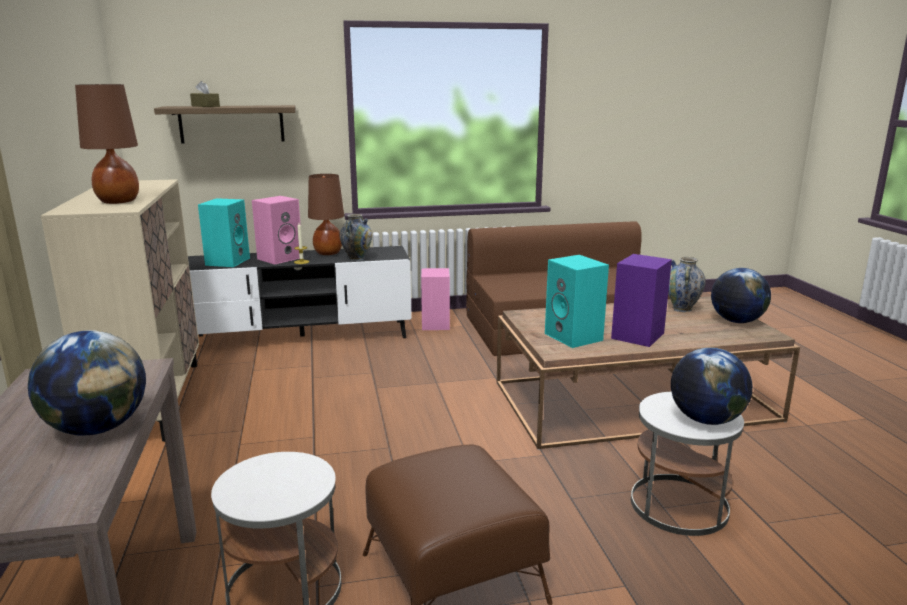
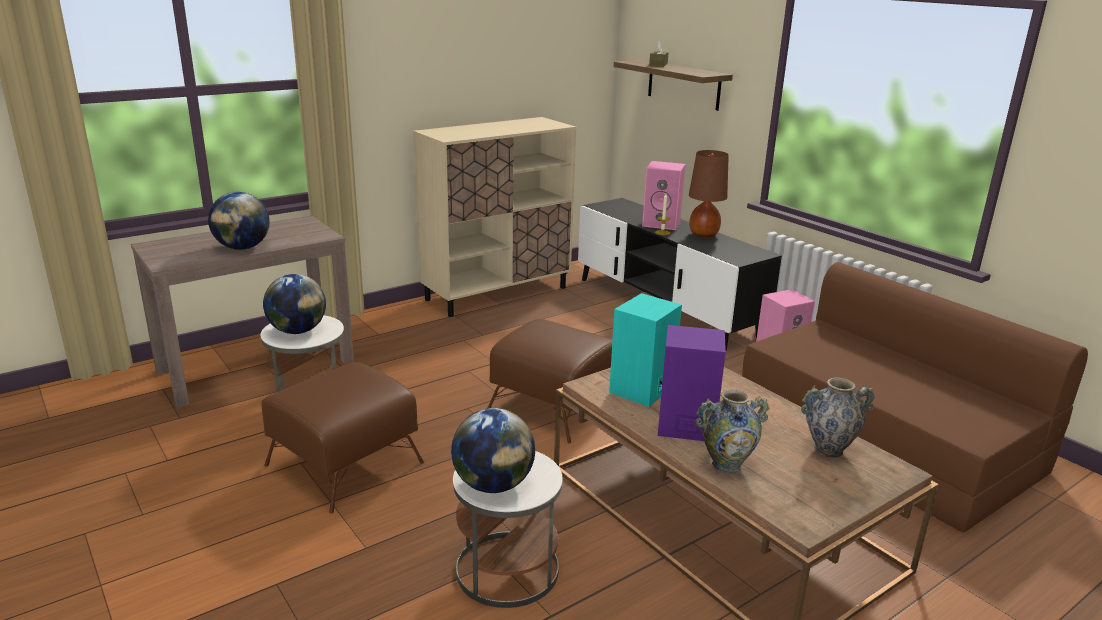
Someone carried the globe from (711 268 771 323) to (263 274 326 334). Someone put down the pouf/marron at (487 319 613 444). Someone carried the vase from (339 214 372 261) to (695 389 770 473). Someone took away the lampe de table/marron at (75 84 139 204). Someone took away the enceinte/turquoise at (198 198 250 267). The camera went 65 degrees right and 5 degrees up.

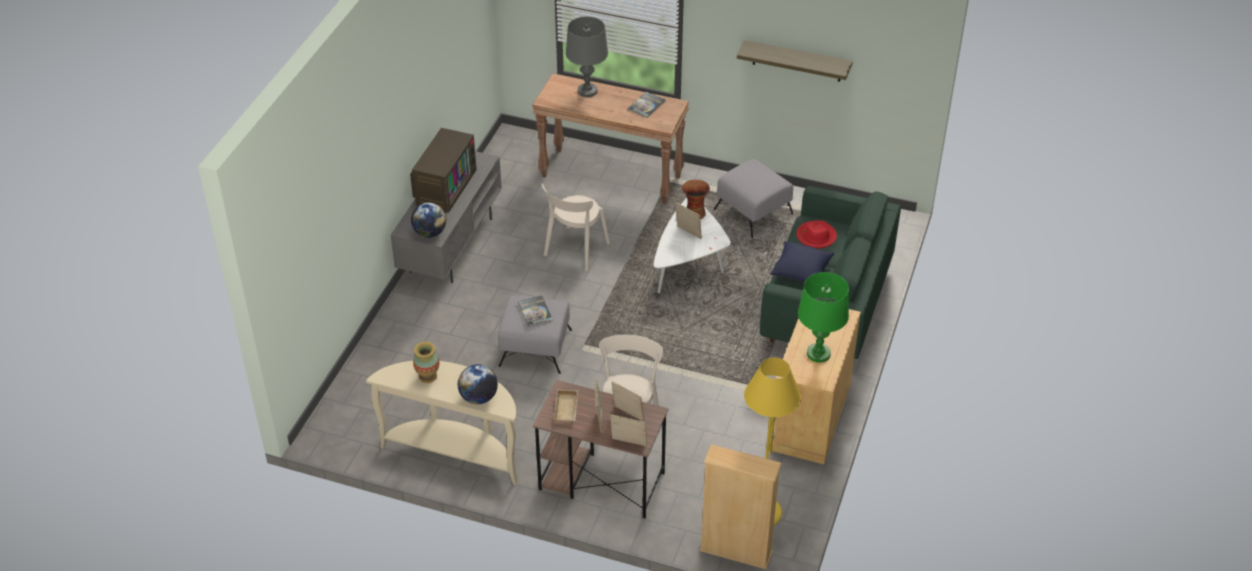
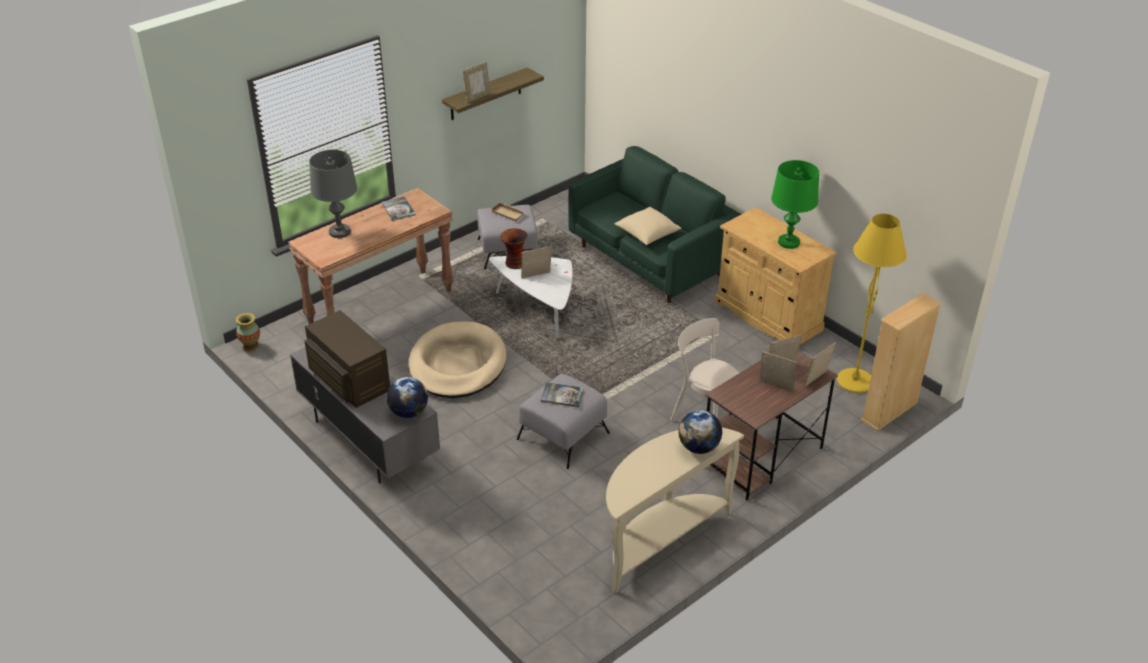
Someone carried the vase from (413 342 439 383) to (236 313 260 351). Someone swapped the chaise/beige at (541 184 610 271) for the panier pour chien/beige at (409 321 507 398). Someone put down the cadre photo at (462 62 490 103). Someone carried the plateau/beige from (554 389 578 422) to (490 202 525 222). Someone repainted the coussin/bleu at (769 241 834 283), which became the coussin/beige at (614 207 682 245). Someone took away the chapeau/rouge at (796 221 837 249). The camera went 60 degrees left and 5 degrees down.

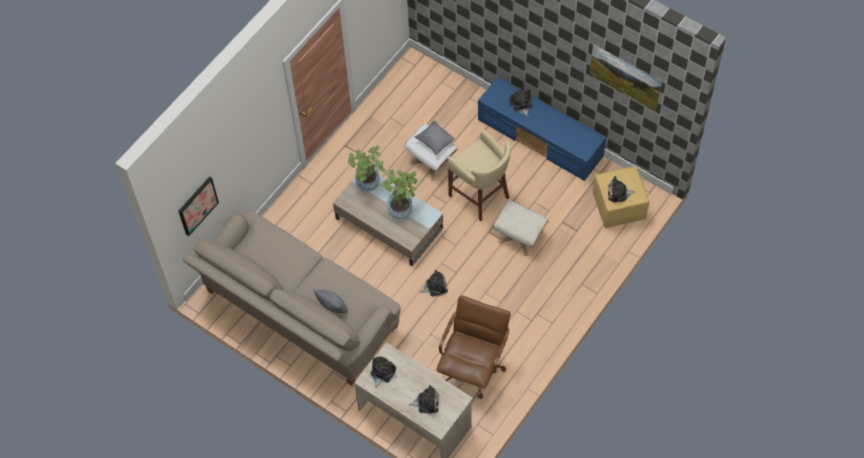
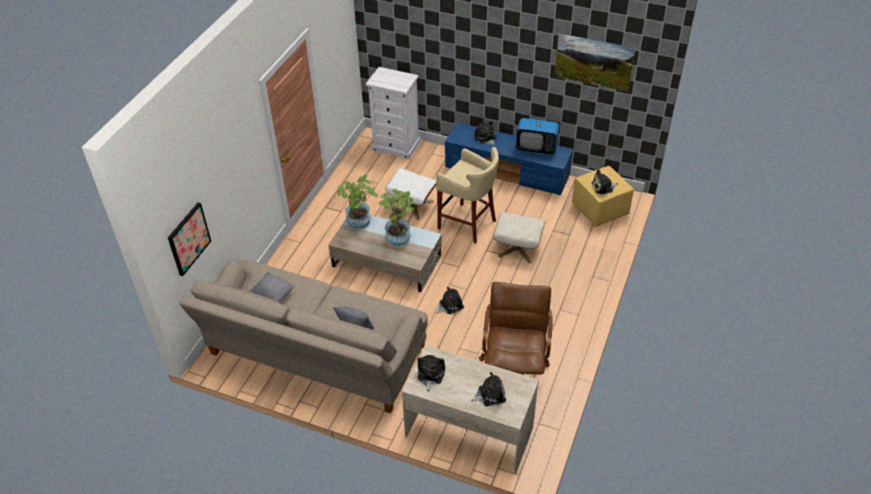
Someone carried the coussin/gris from (415 121 455 155) to (248 272 295 303). Someone put down the commode/blanc at (366 67 420 160). Someone put down the téléviseur at (516 109 560 155). The camera went 15 degrees left and 15 degrees down.

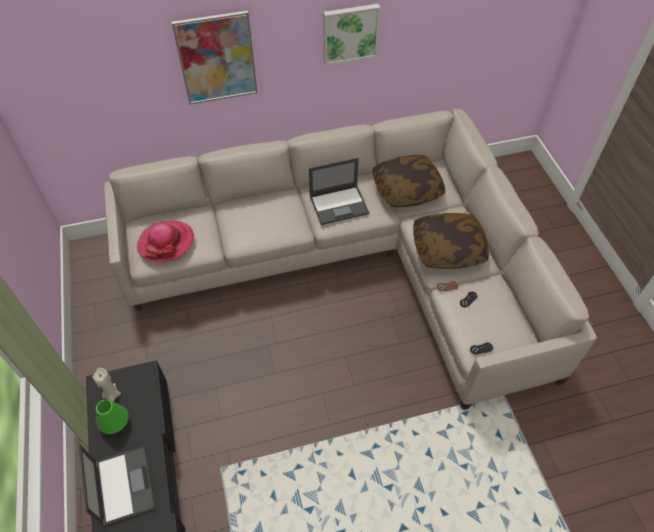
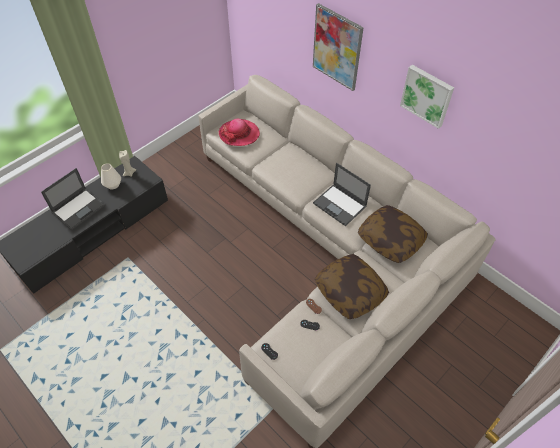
Someone repainted the vase/vert at (96 399 129 434), which became the vase/blanc at (101 163 121 189). The camera went 60 degrees right and 0 degrees up.

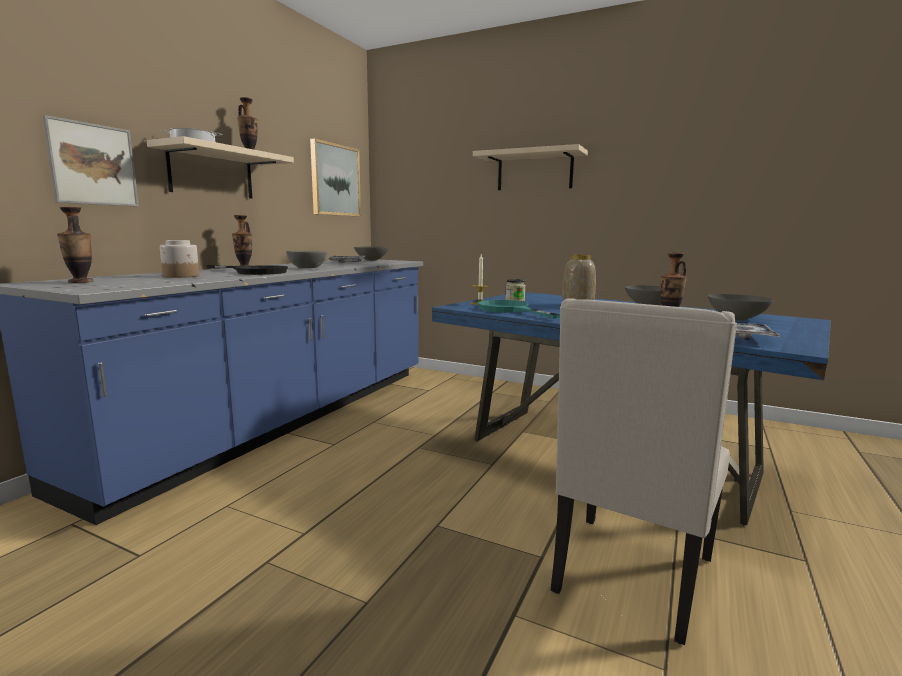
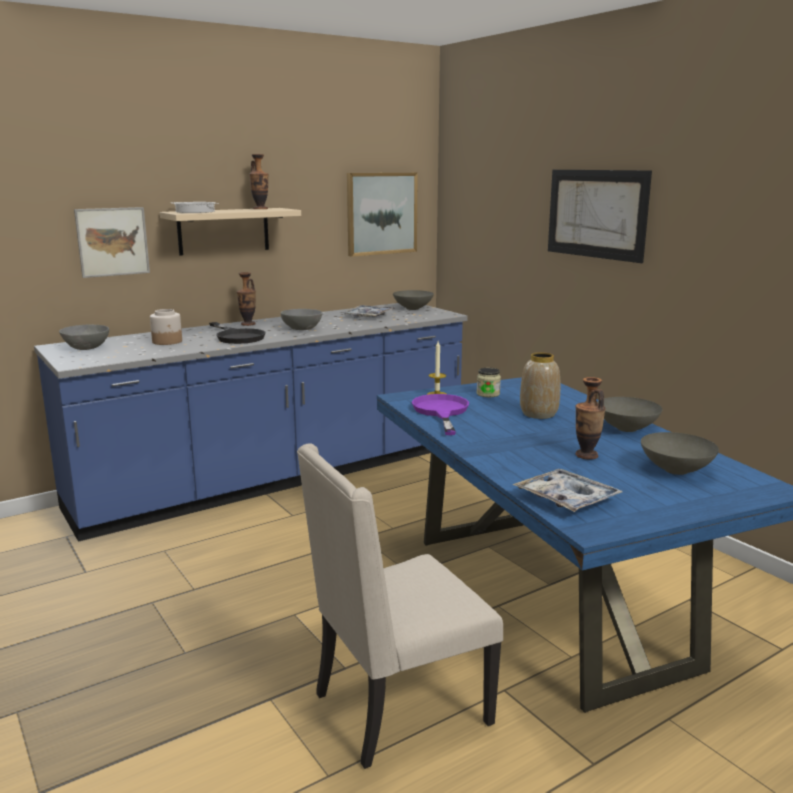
Someone swapped the vase at (57 207 93 283) for the bol/gris at (59 324 109 350). Someone repainted the poêle/turquoise at (478 300 560 319), which became the poêle/violet at (412 394 469 435). Someone swapped the étagère/beige at (473 144 588 190) for the tableau at (548 170 652 263). The camera went 30 degrees right and 5 degrees up.

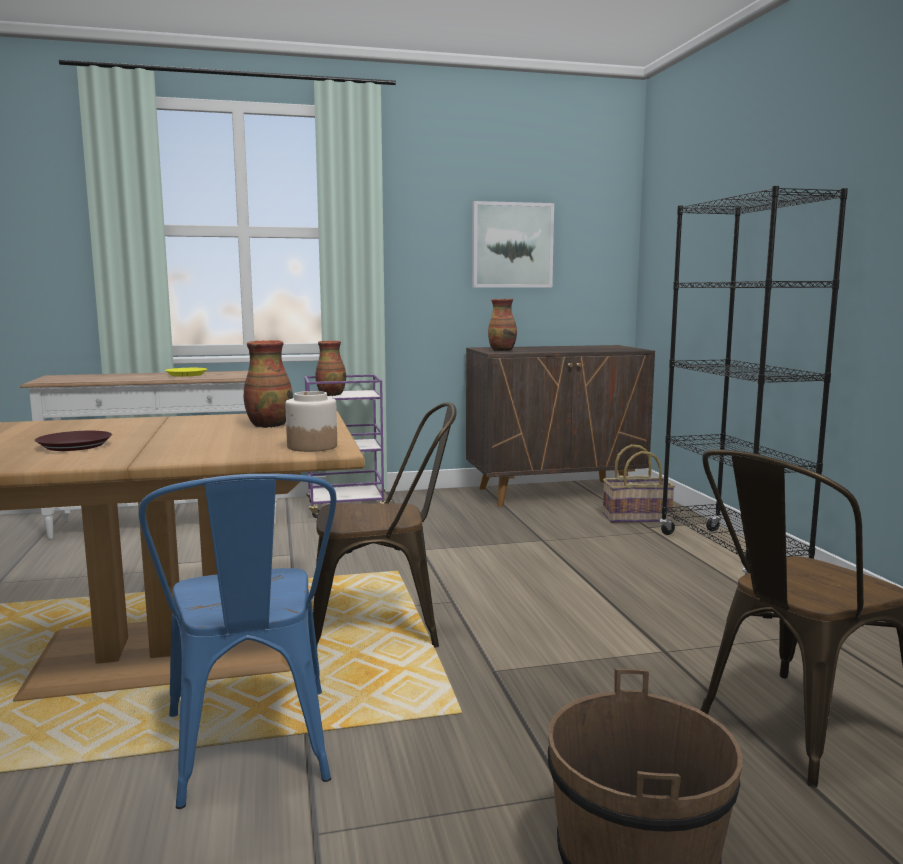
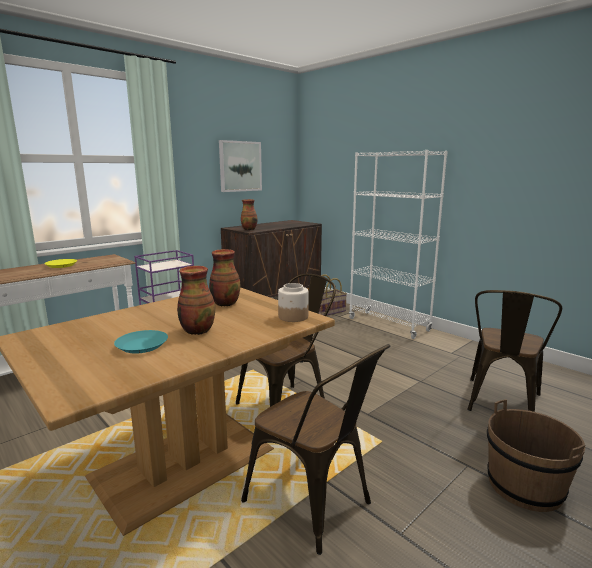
Someone repainted the assiette/marron at (35 431 112 451), which became the assiette/turquoise at (114 330 168 354). Someone carried the vase from (315 341 346 396) to (177 266 215 335). Someone repainted the chaise/bleu at (138 474 337 809), which became the chaise/marron at (241 344 390 555). Someone repainted the bibliothèque/noir at (660 186 848 575), which became the bibliothèque/blanc at (349 150 448 339). The camera went 30 degrees left and 5 degrees up.

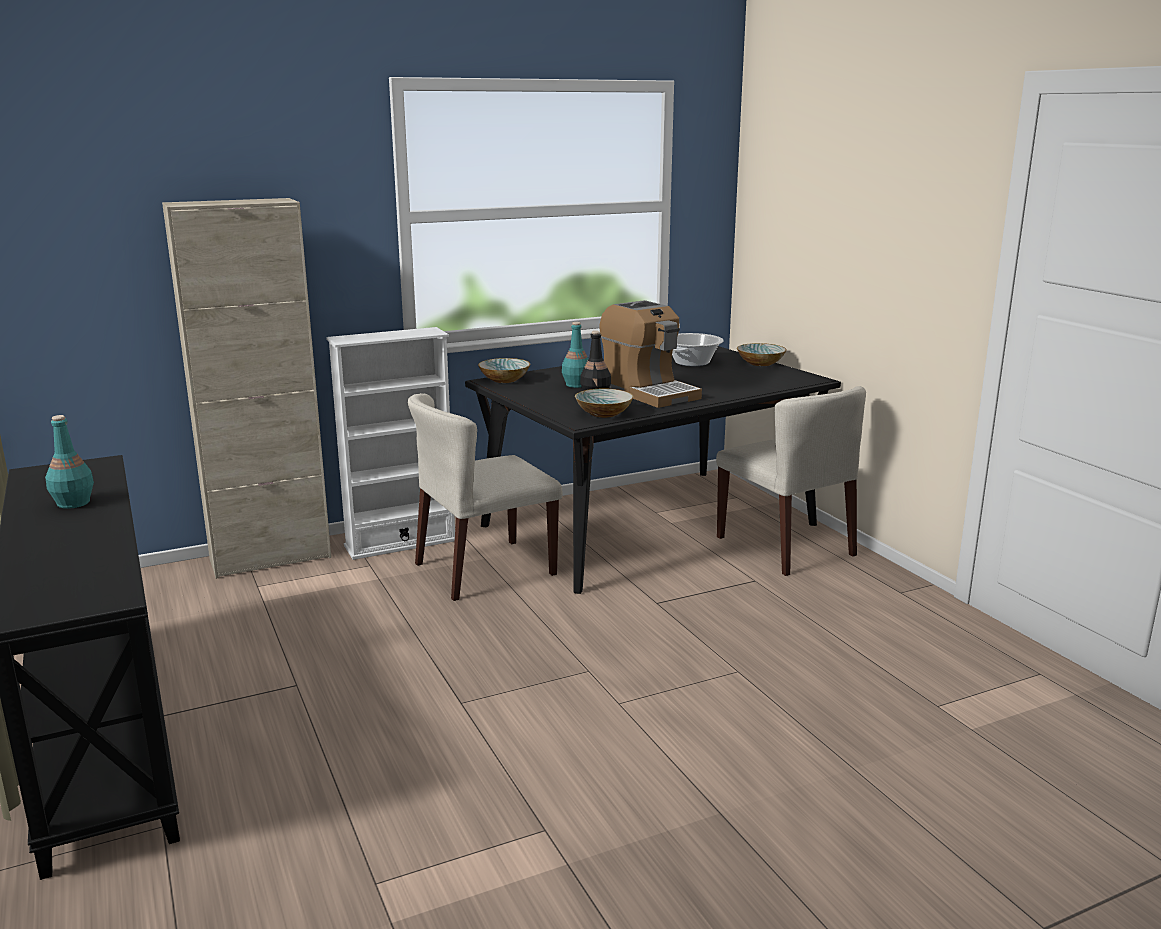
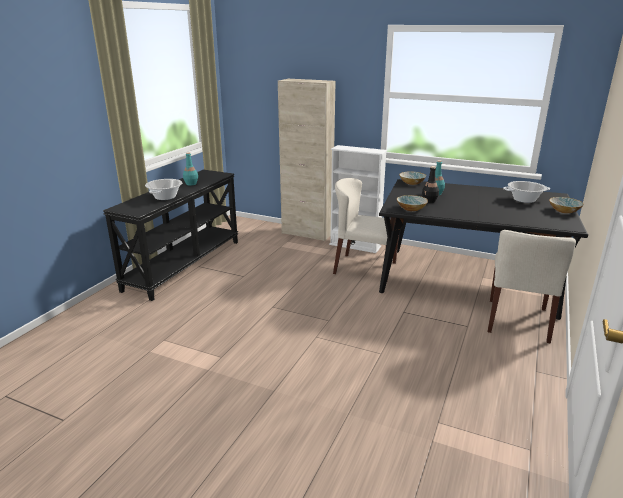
Someone put down the marmite at (145 179 182 200). Someone took away the machine à café at (600 300 702 408). The camera went 50 degrees right and 5 degrees up.

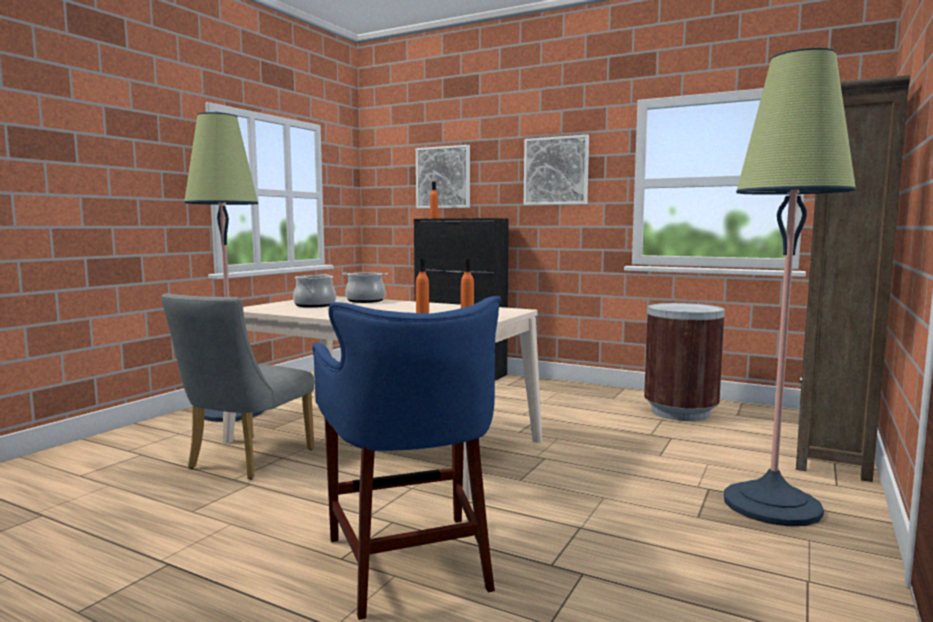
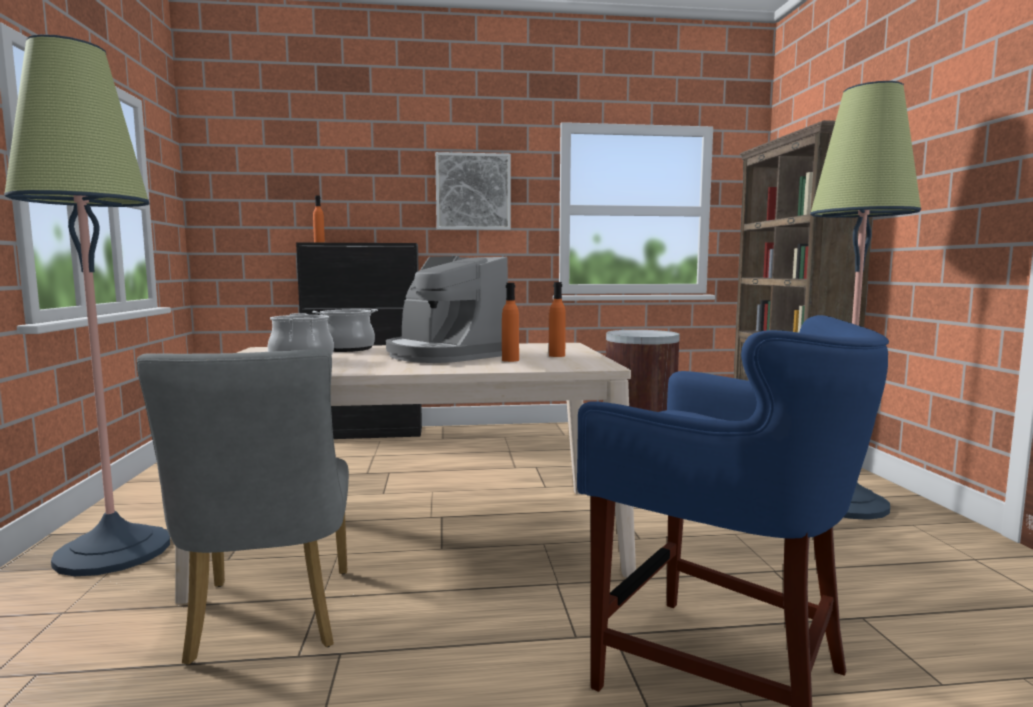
Someone put down the machine à café at (386 256 508 363). Someone took away the tableau at (416 145 470 209). The camera went 35 degrees left and 0 degrees up.

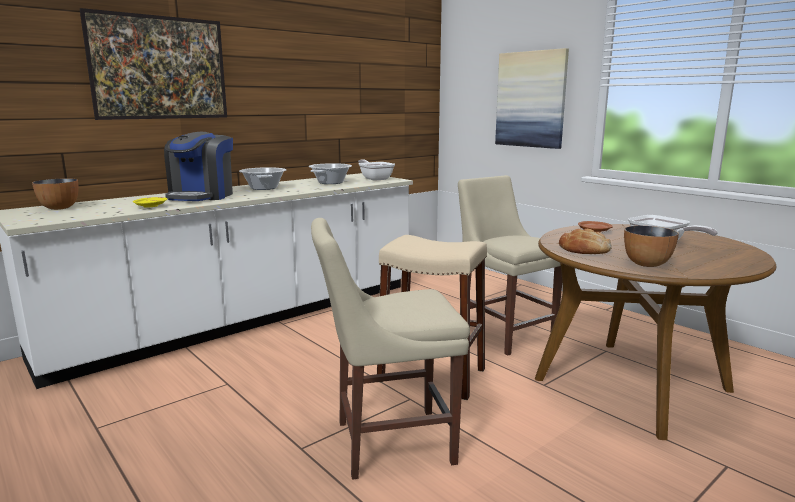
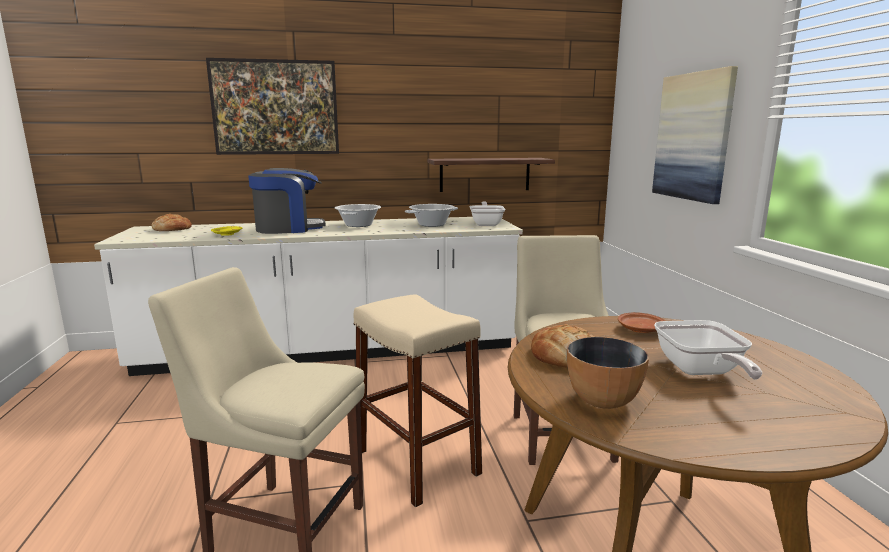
Someone swapped the bol at (32 178 78 210) for the pain at (152 214 192 231). Someone rotated the machine à café at (164 132 233 201) by 150 degrees counterclockwise. Someone put up the étagère at (428 158 555 192). The camera went 30 degrees right and 0 degrees up.

